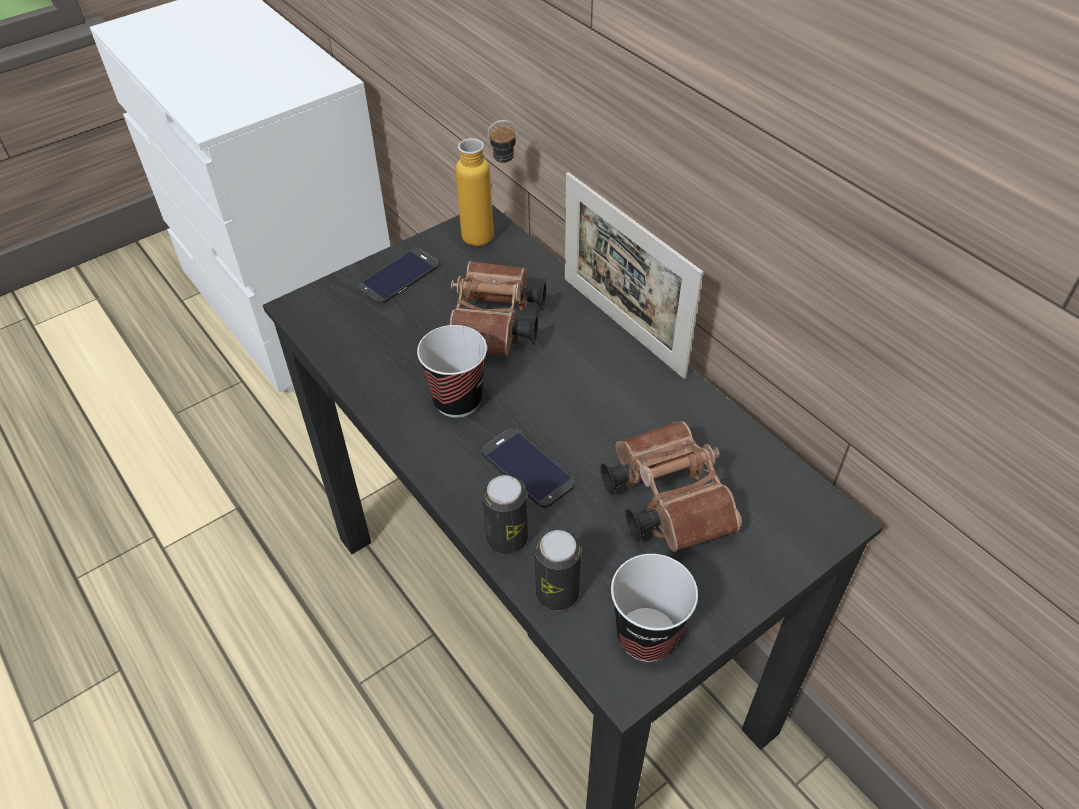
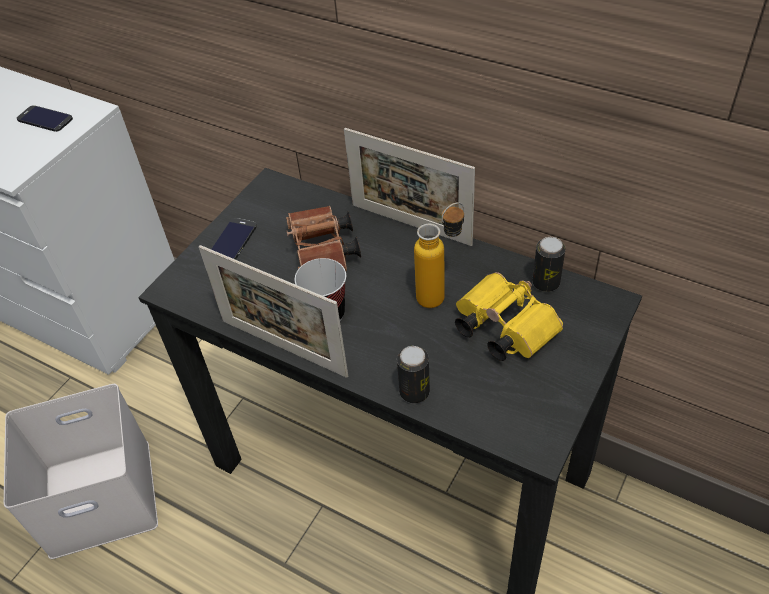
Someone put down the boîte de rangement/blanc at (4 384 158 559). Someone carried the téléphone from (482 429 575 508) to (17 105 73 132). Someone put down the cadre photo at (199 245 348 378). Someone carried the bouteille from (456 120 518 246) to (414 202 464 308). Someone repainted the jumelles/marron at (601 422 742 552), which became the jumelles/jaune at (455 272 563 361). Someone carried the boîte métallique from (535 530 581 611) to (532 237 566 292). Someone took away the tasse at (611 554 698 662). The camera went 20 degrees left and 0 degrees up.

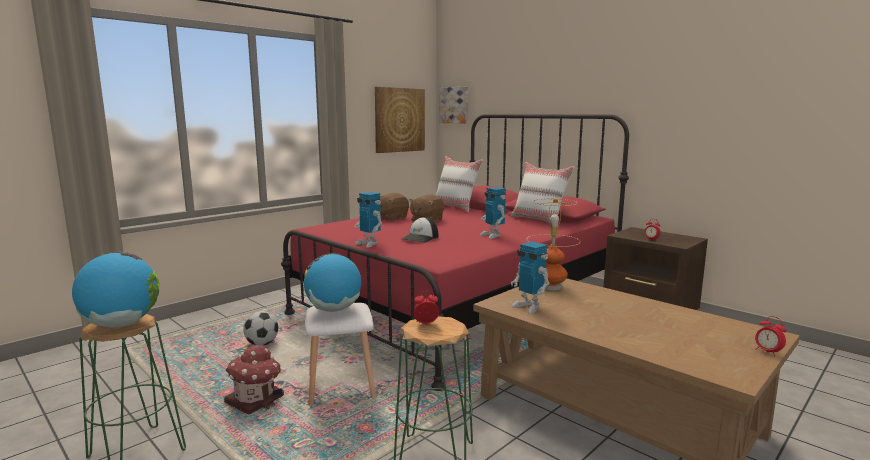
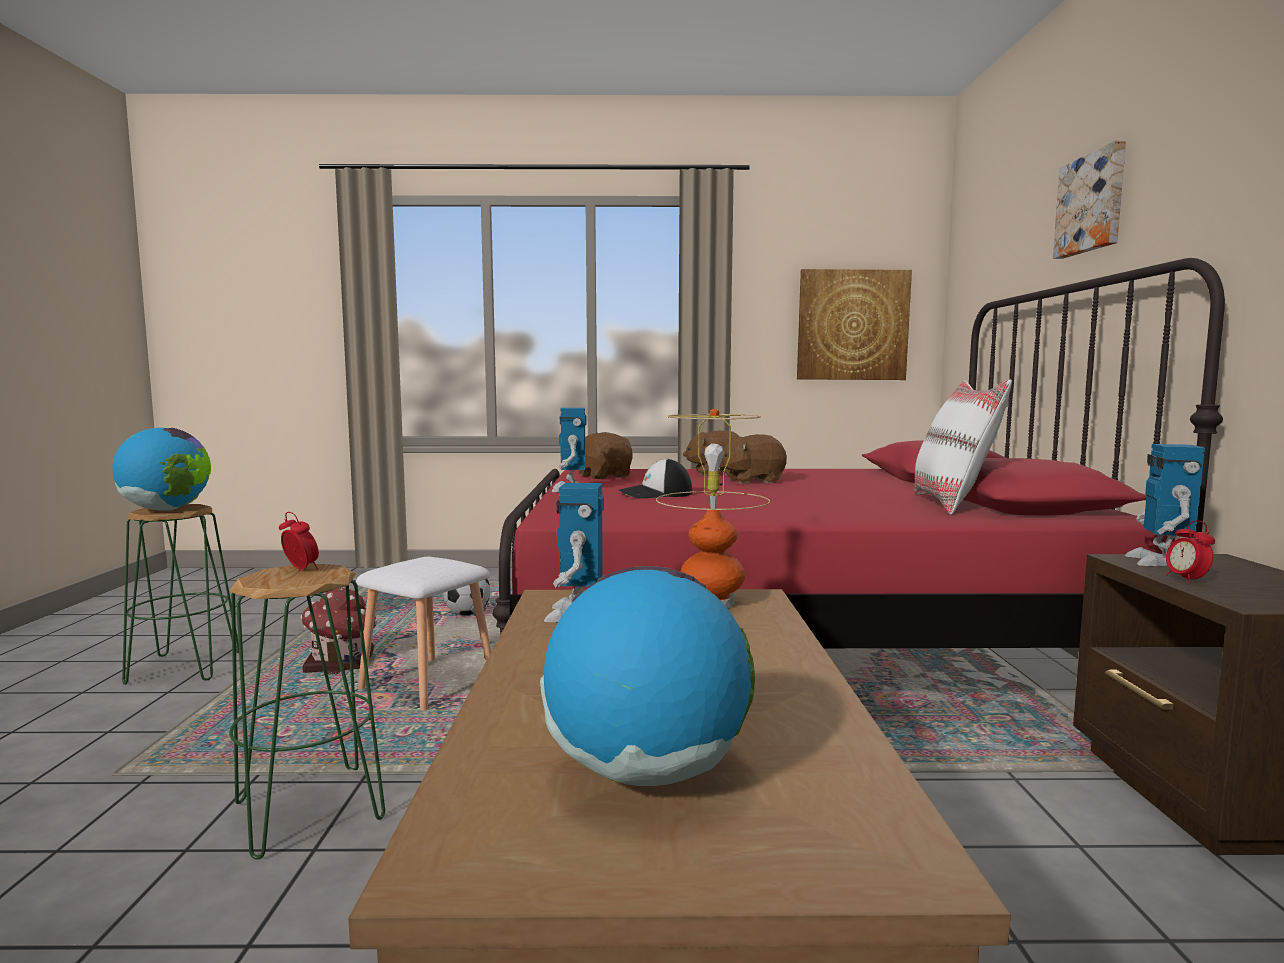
Someone carried the globe from (304 253 361 312) to (540 566 755 786). Someone put down the peluche/marron at (579 432 633 479). Someone carried the tableau from (440 87 468 124) to (1053 140 1126 259). Someone carried the robot jouet from (480 187 506 239) to (1125 444 1205 567). Someone took away the coussin/blanc at (436 156 483 212). Someone took away the réveil at (755 316 786 357). The camera went 45 degrees right and 5 degrees down.

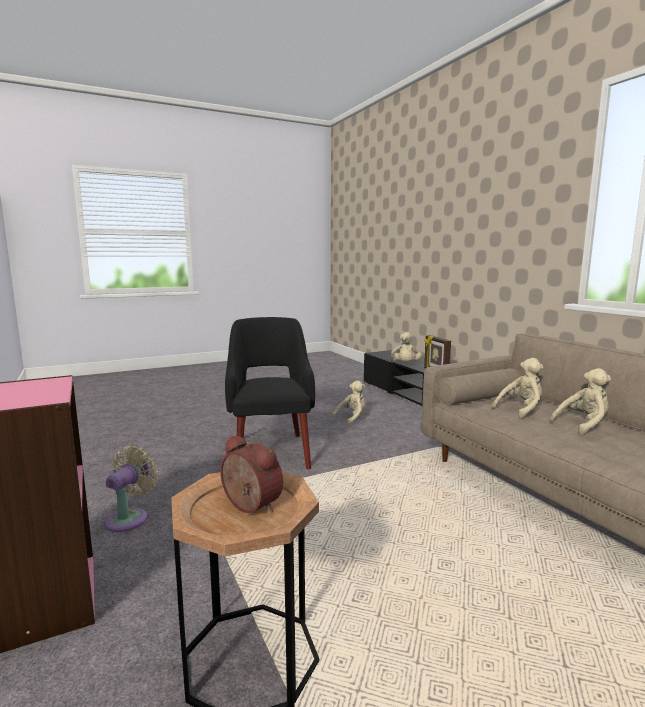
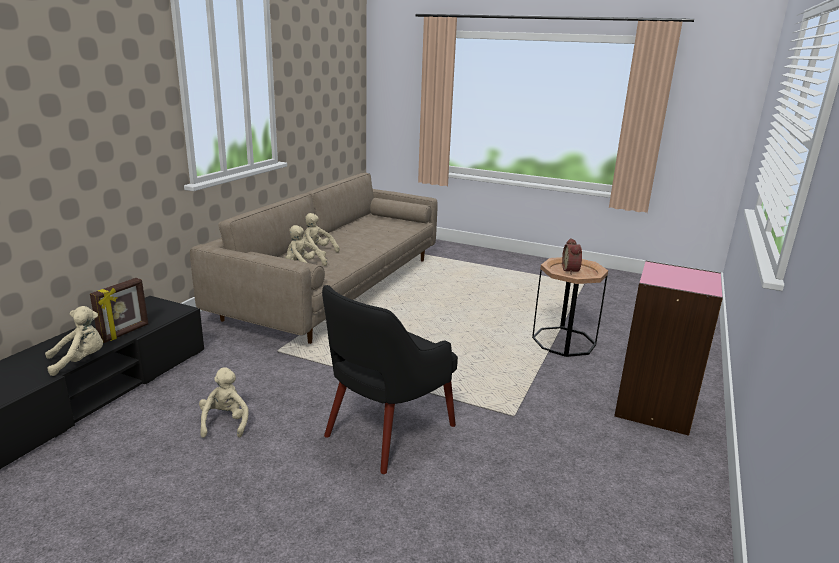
Someone rotated the peluche/beige at (332 381 366 426) by 75 degrees clockwise. Someone took away the ventilateur/beige at (105 446 158 532). The camera went 130 degrees left and 10 degrees up.

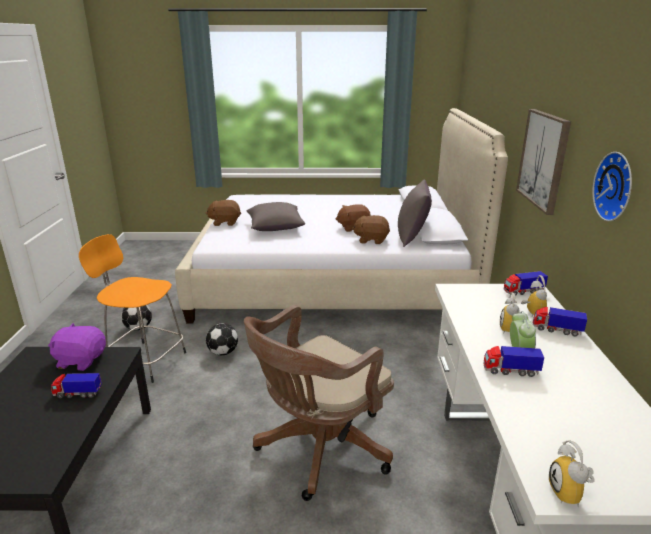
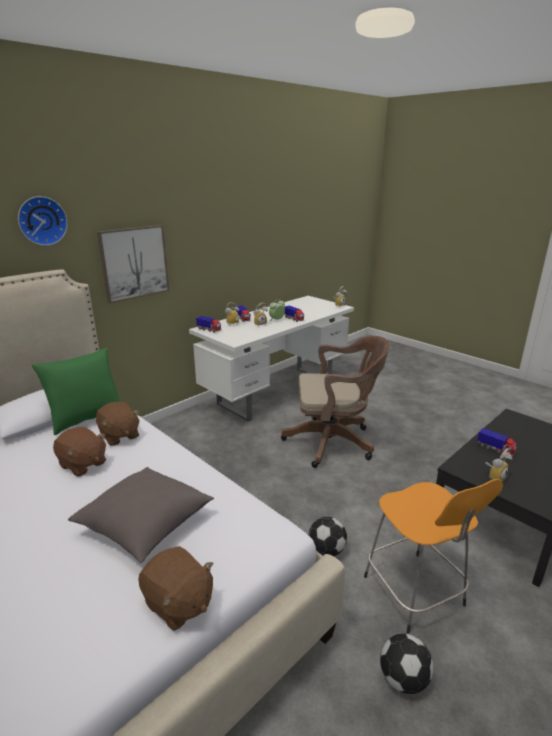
Someone carried the horloge murale from (592 152 632 221) to (18 196 68 246). Someone repainted the coussin/gris at (398 180 432 247), which became the coussin/vert at (32 348 120 435). Someone swapped the peluche/violet at (48 323 106 371) for the réveil at (485 448 512 482). The camera went 135 degrees left and 0 degrees up.

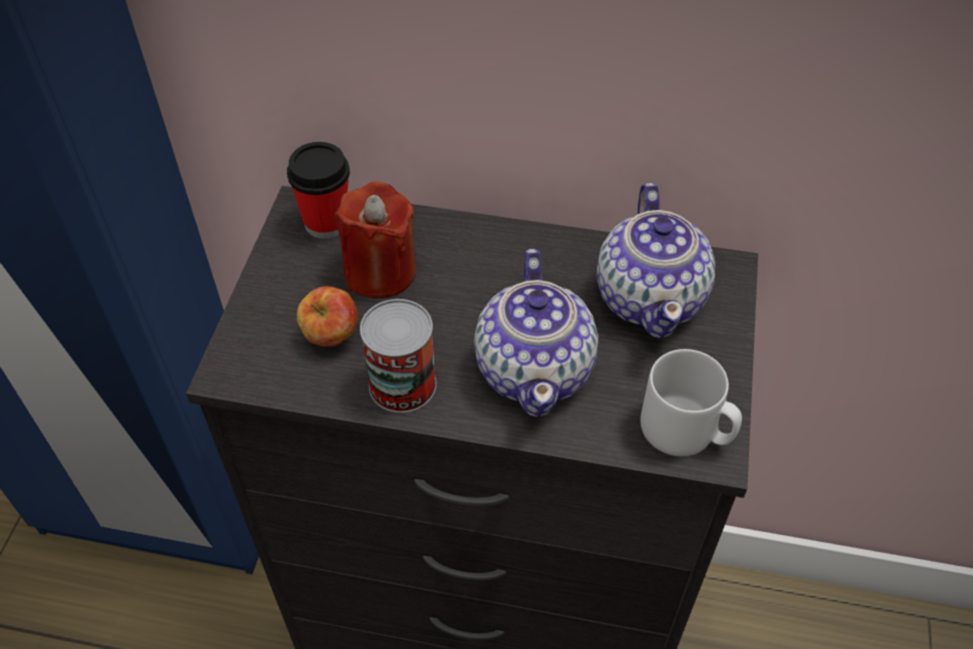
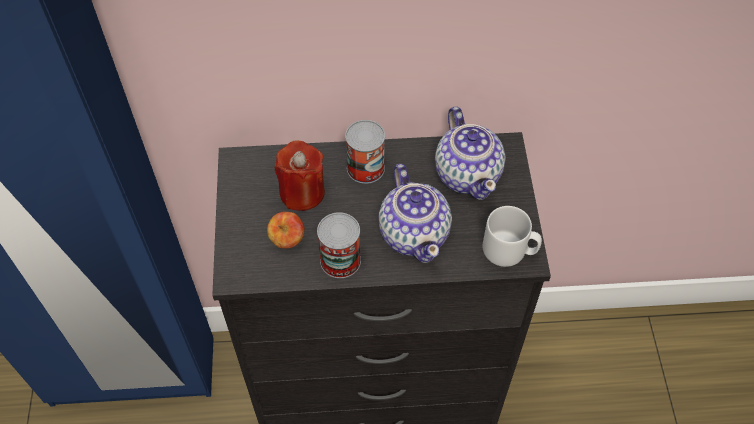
Someone put down the boîte métallique at (345 120 385 184). Someone took away the tasse at (287 142 350 239). The camera went 15 degrees left and 5 degrees up.

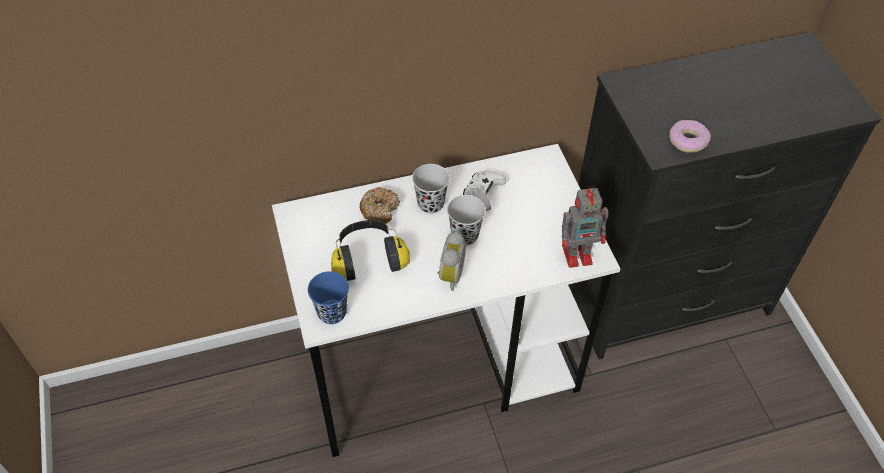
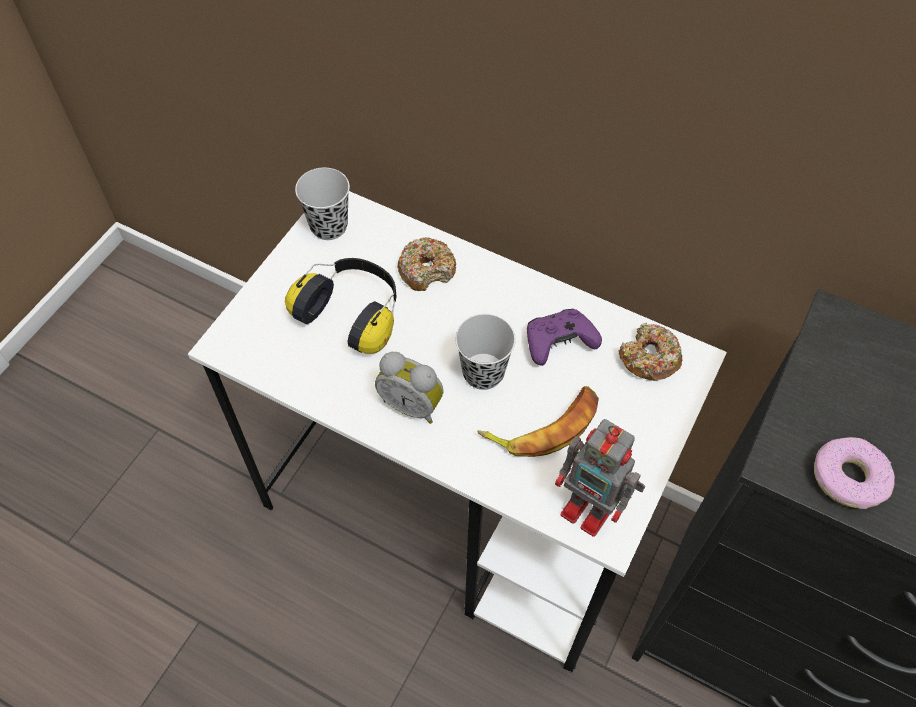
Someone carried the tasse/noir from (412 164 450 214) to (295 168 350 240). Someone rotated the réveil at (438 232 466 291) by 60 degrees clockwise. Someone put down the banane at (477 386 599 457). Someone repainted the manette/blanc at (463 171 506 211), which became the manette/violet at (527 309 602 366). Someone put down the beignet at (619 323 682 381). Someone took away the tasse/bleu at (308 271 349 324). The camera went 45 degrees right and 5 degrees up.

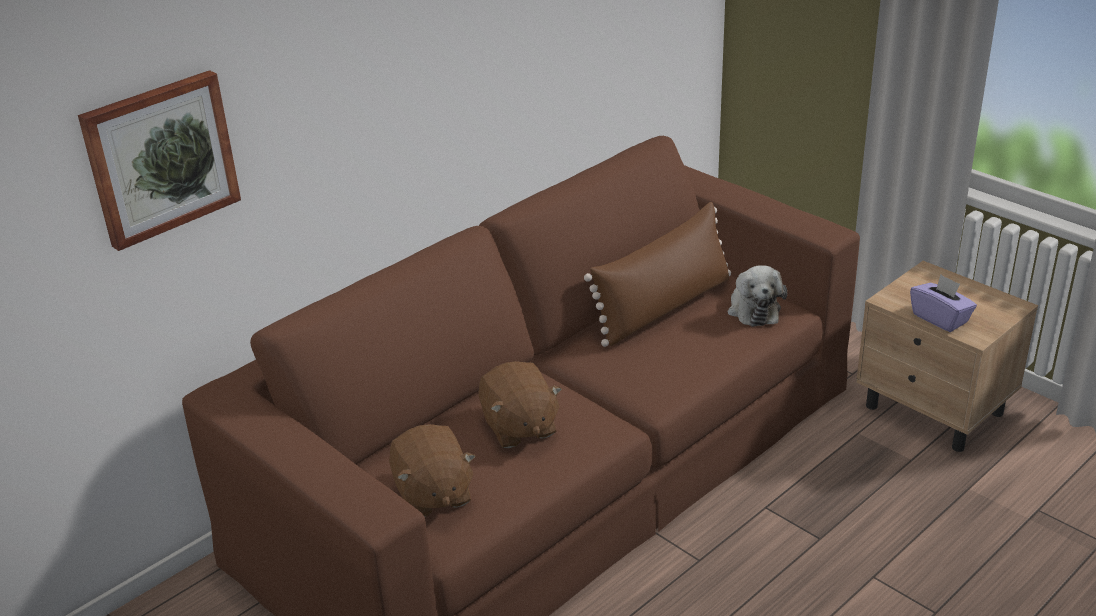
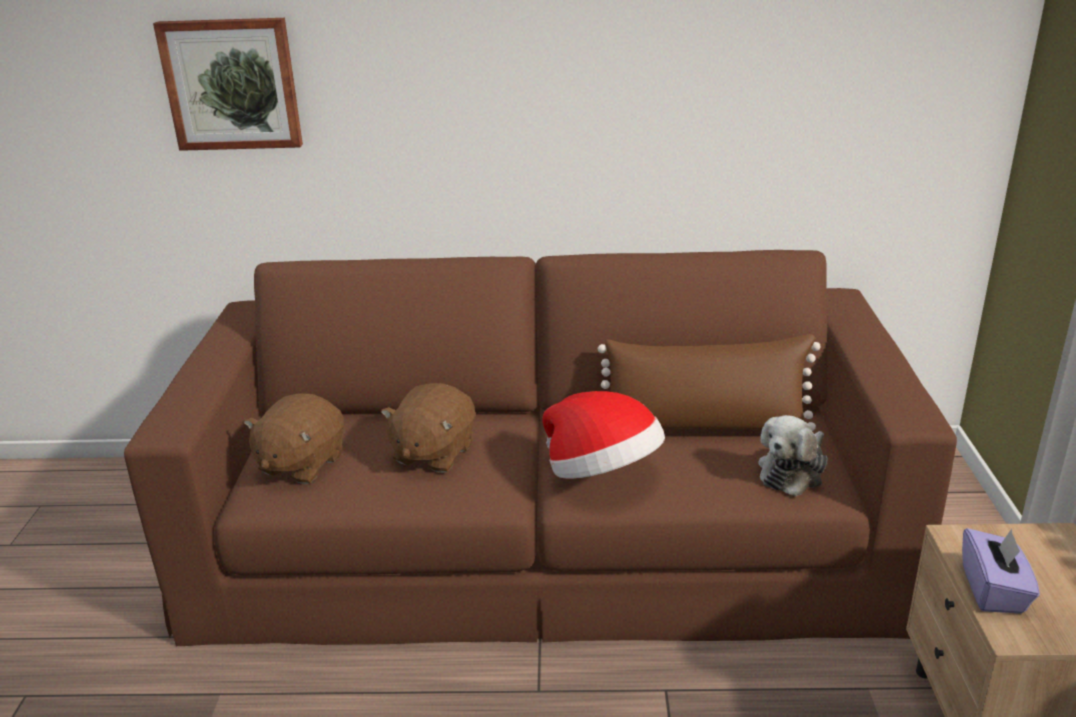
Someone put down the chapeau at (542 391 665 479). The camera went 45 degrees right and 5 degrees down.

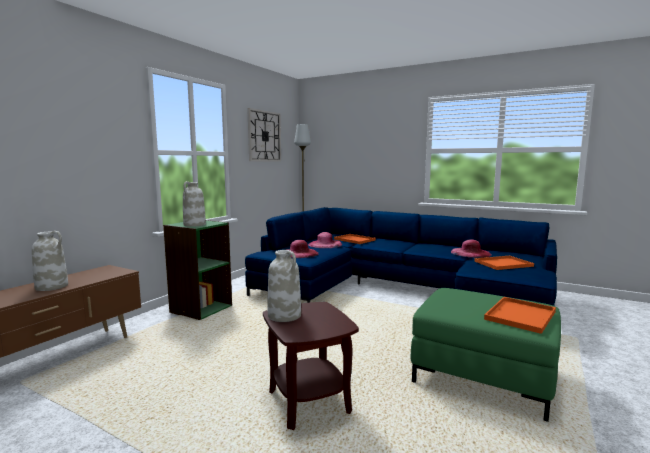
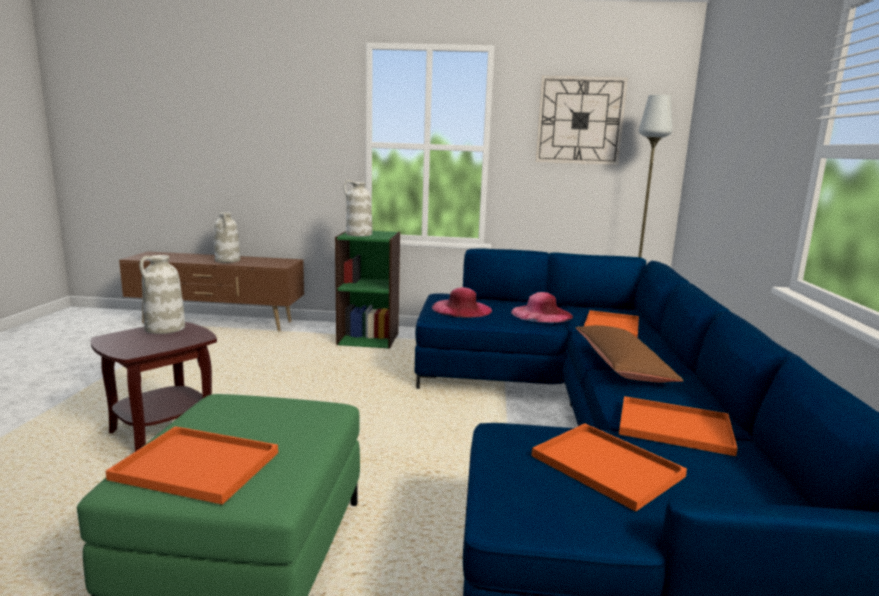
Someone put down the coussin/marron at (575 325 684 382). Someone swapped the chapeau/rose at (451 240 491 258) for the plateau/orange at (619 396 738 456). The camera went 65 degrees right and 5 degrees up.

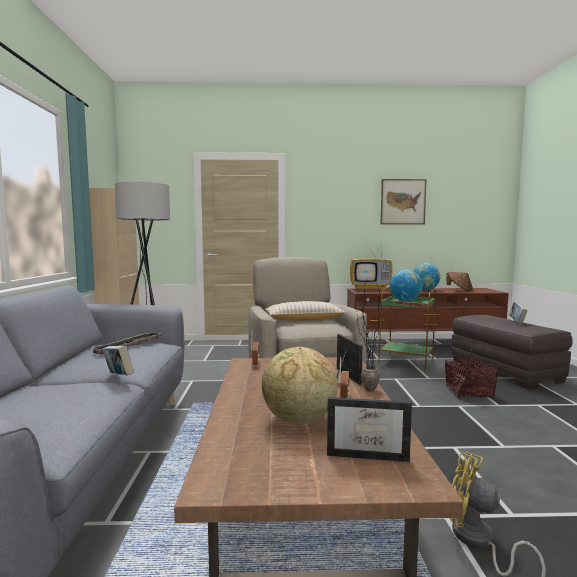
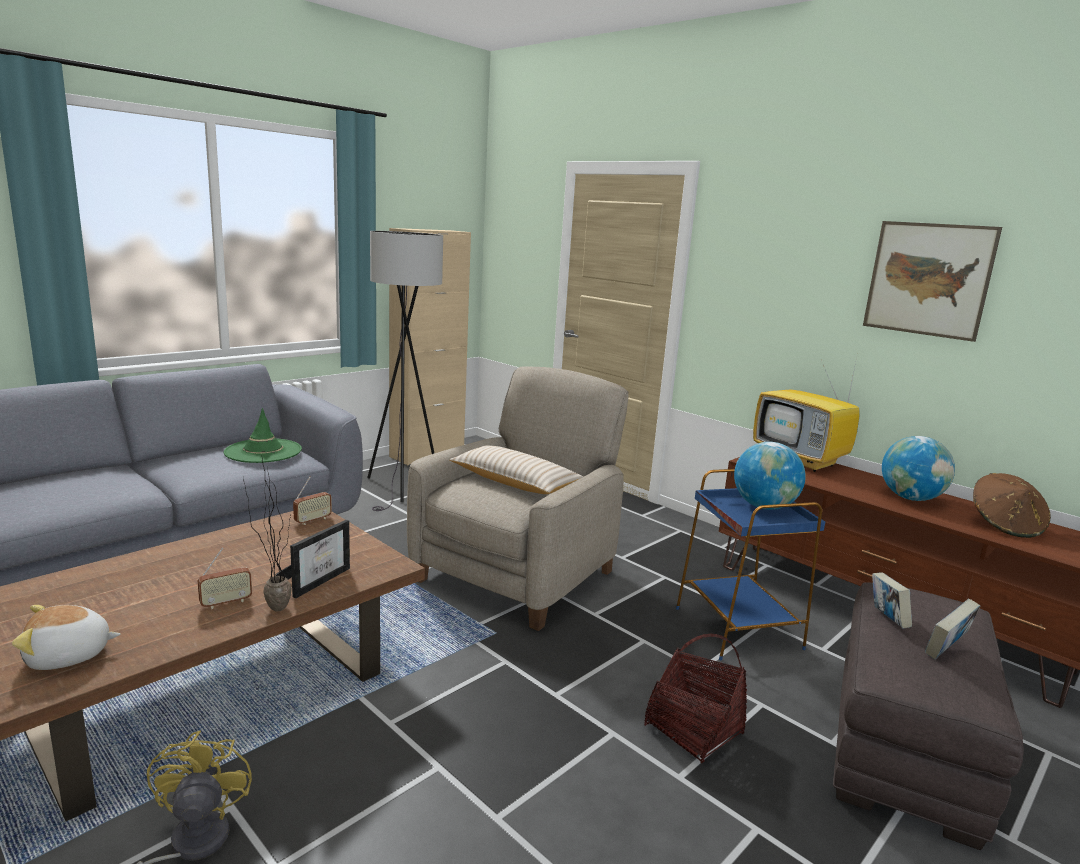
Someone swapped the cadre photo at (327 397 412 462) for the peluche at (12 605 121 670). Someone swapped the plateau at (92 332 162 354) for the chapeau/vert at (224 408 302 463). Someone repainted the table d'appoint/vert at (378 287 436 373), which became the table d'appoint/bleu at (676 469 825 660). Someone carried the livre from (102 346 134 376) to (872 572 912 629). Someone took away the globe at (262 347 338 424). The camera went 45 degrees right and 10 degrees up.

